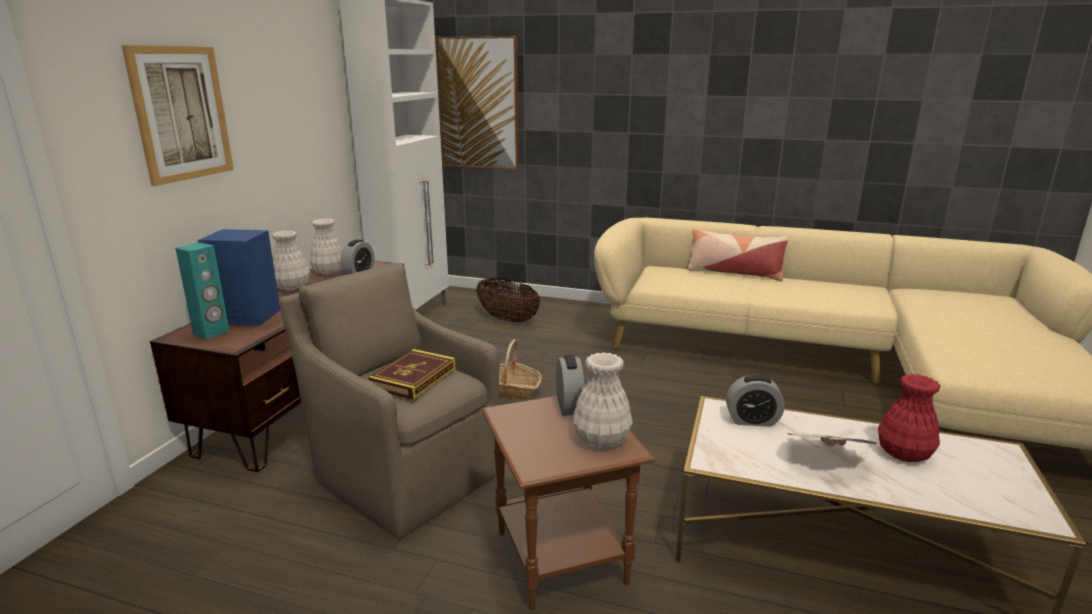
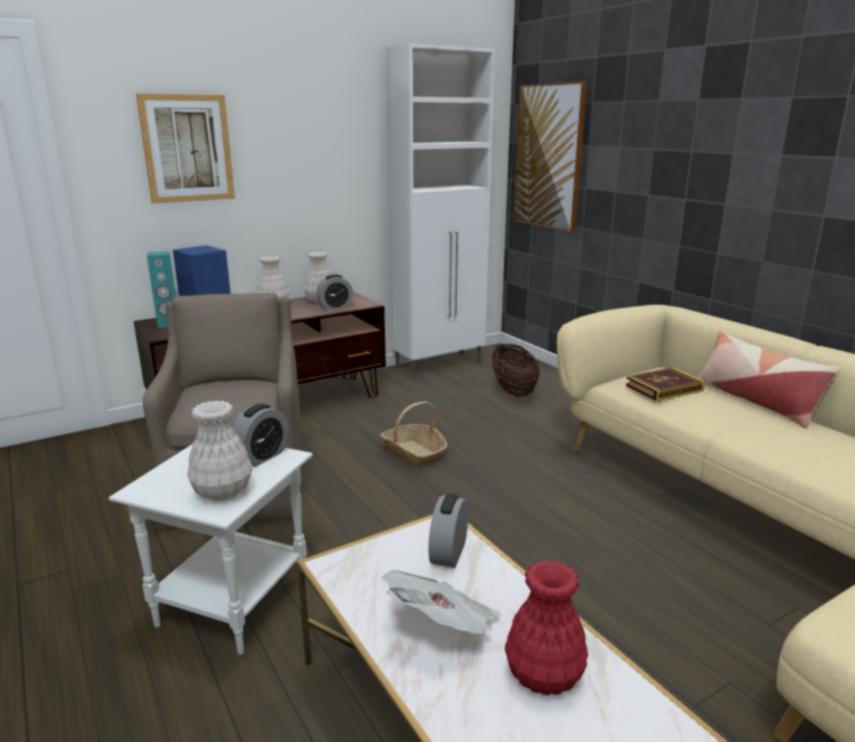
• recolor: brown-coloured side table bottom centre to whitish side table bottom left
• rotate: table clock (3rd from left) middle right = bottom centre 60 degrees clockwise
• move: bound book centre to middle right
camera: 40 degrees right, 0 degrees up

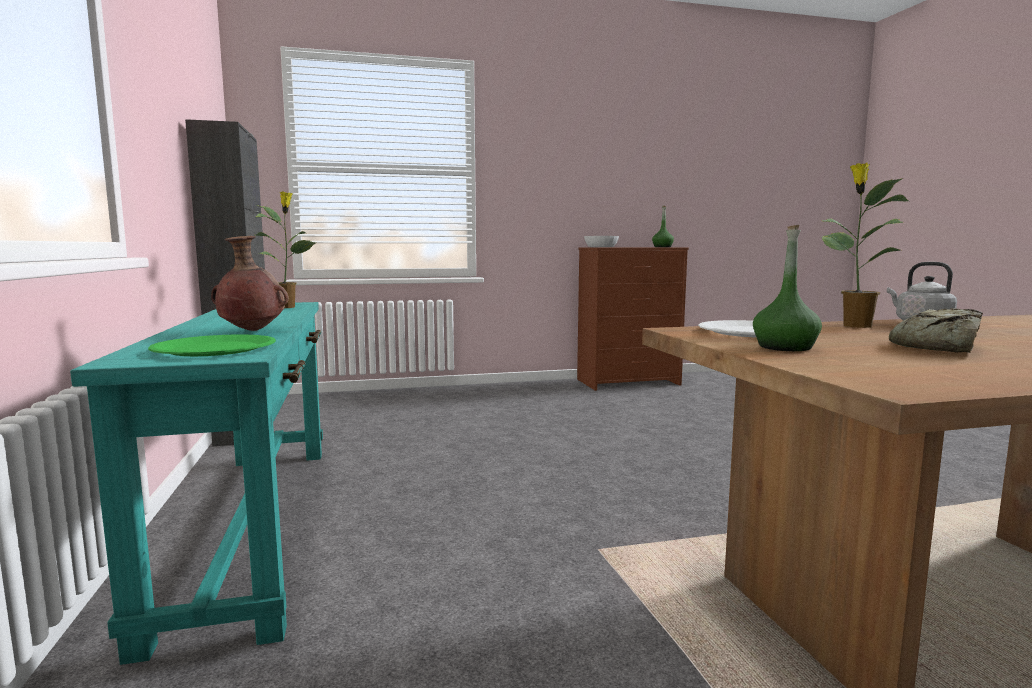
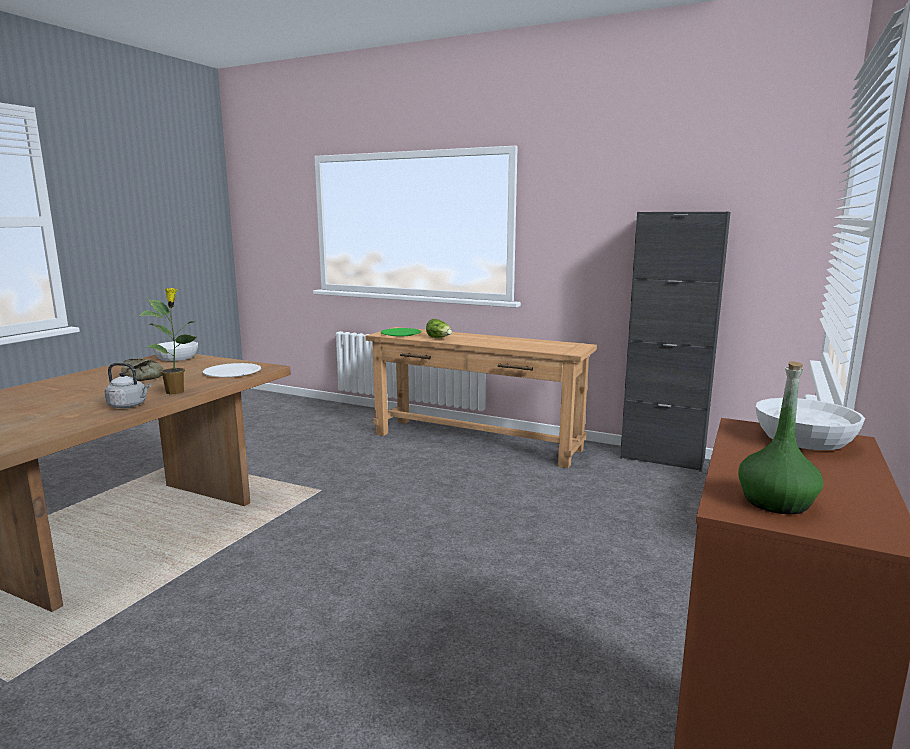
• insert: whitish deep dish (1st from left) middle left
• recolor: blue-green console table bottom left to brown-coloured console table centre
• replace: brown-coloured decorative vase middle left to head of lettuce centre
• delete: potted plant (1st from left) middle left
• delete: green beverage bottle (2nd from left) middle right
camera: 130 degrees right, 5 degrees up

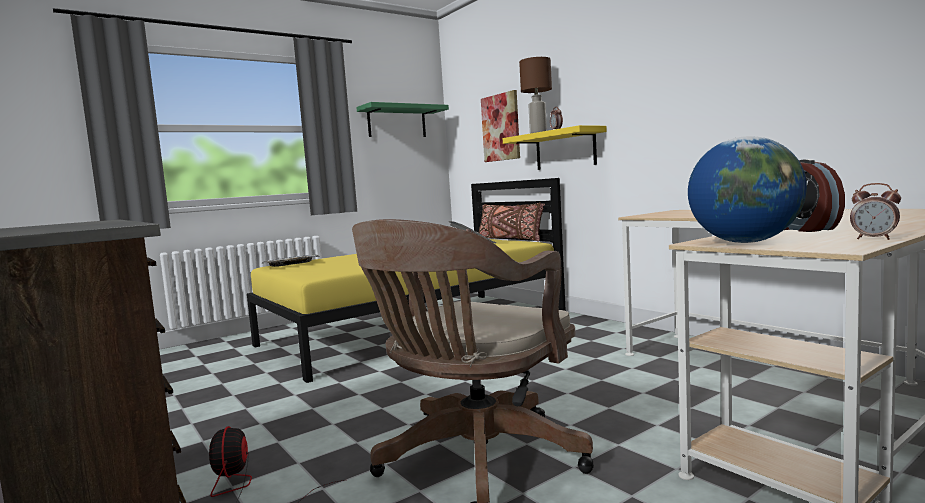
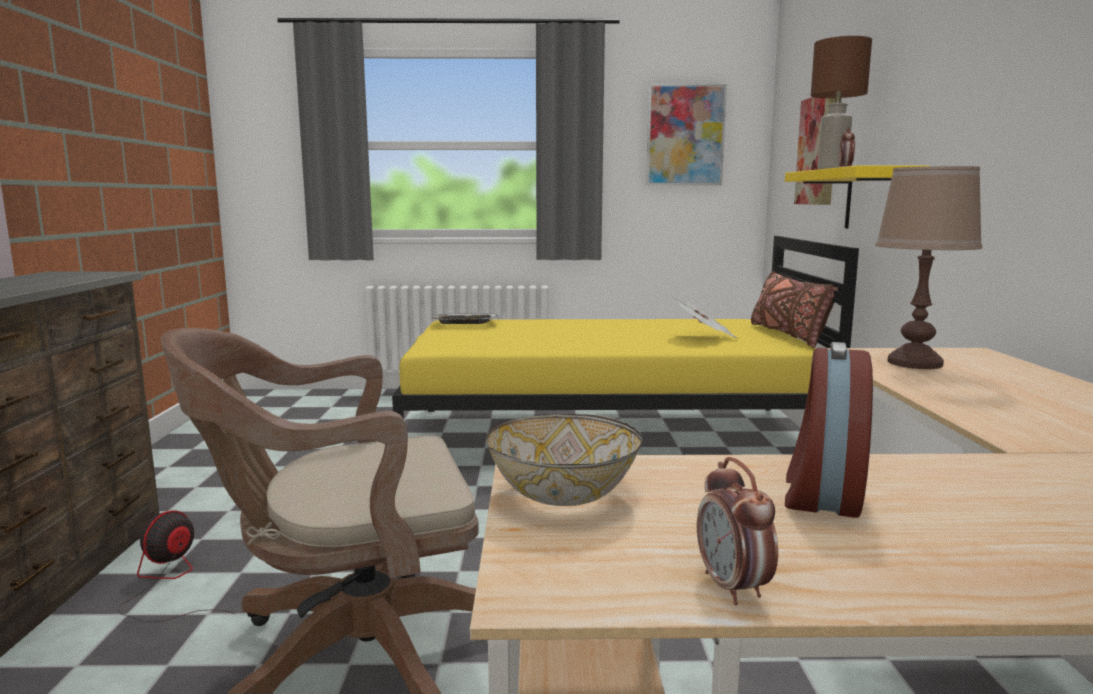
• replace: world globe middle right to deep dish centre
• replace: green bracket shelf top centre to picture (1st from left) top centre
• insert: brown-coloured lamp for a table (2nd from left) middle right
camera: 35 degrees right, 5 degrees up

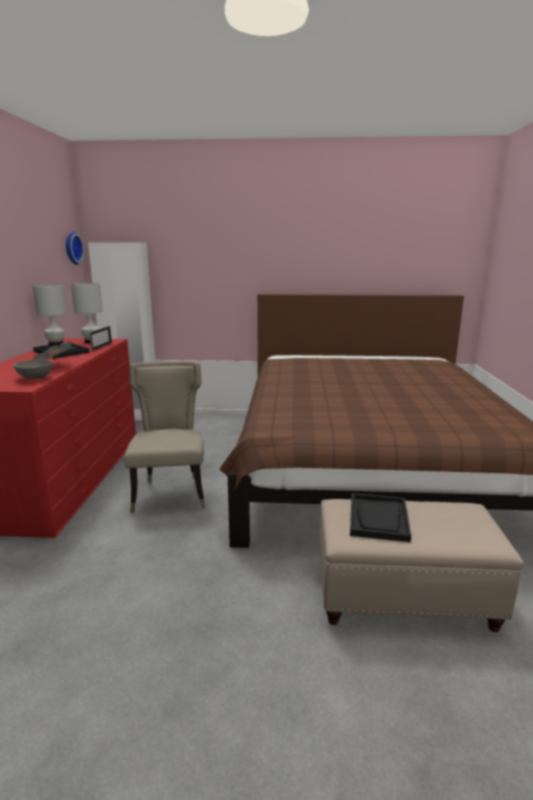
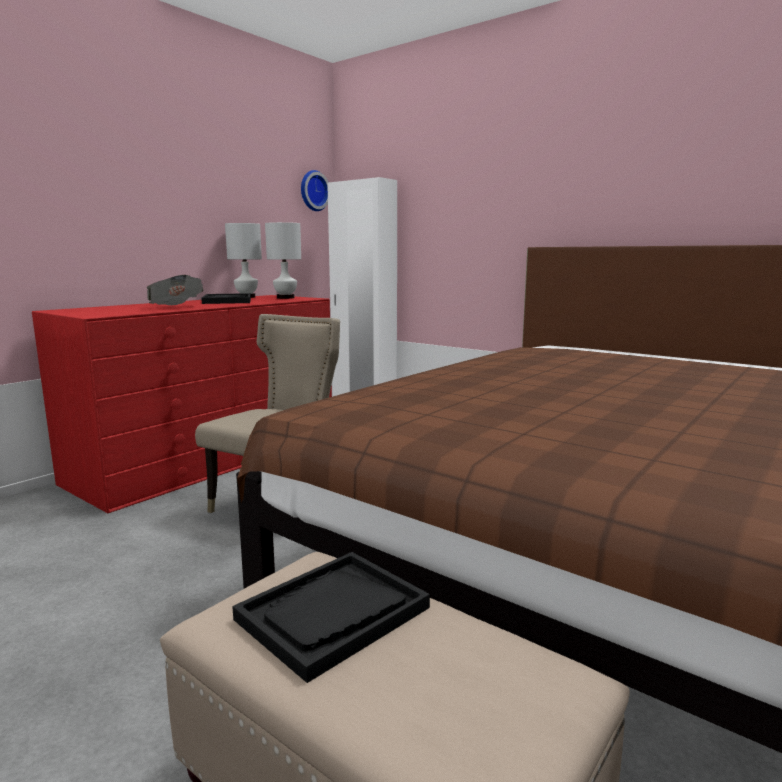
• delete: greyish deep dish middle left
• delete: photo frame middle left
camera: 35 degrees right, 5 degrees down

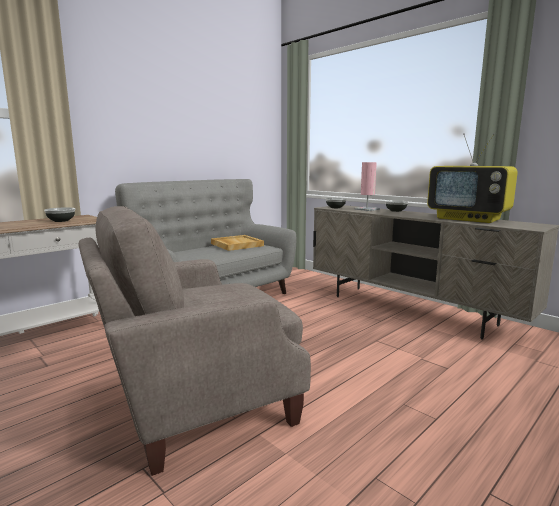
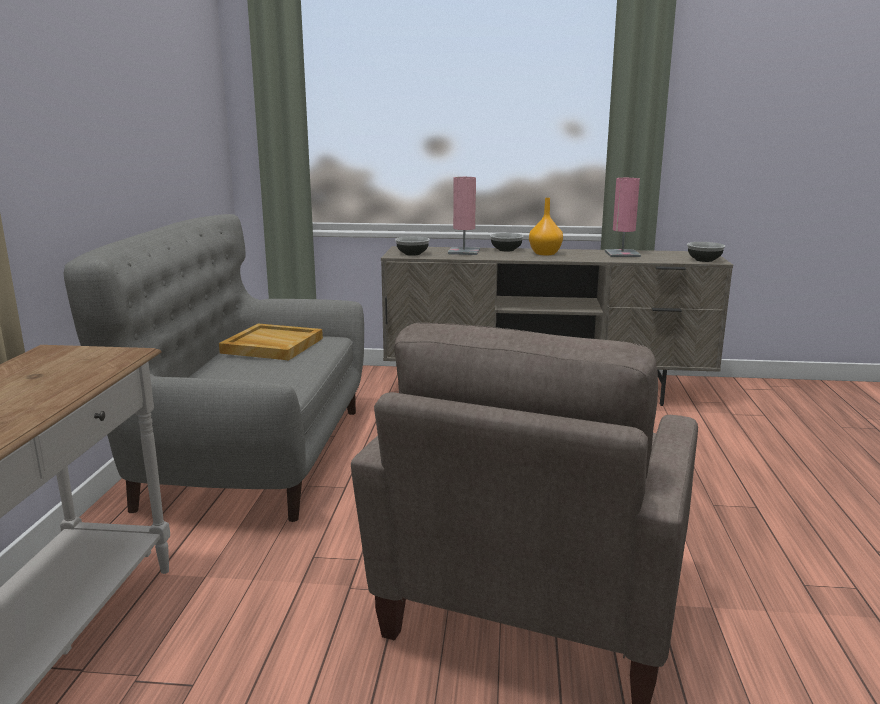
• insert: orange-coloured decorative vase top centre
• replace: television middle right to pinkish lamp for a table (2nd from left) top right
• move: deep dish (1st from left in the first image) middle left to deep dish (3rd from left) middle right
camera: 40 degrees left, 5 degrees up

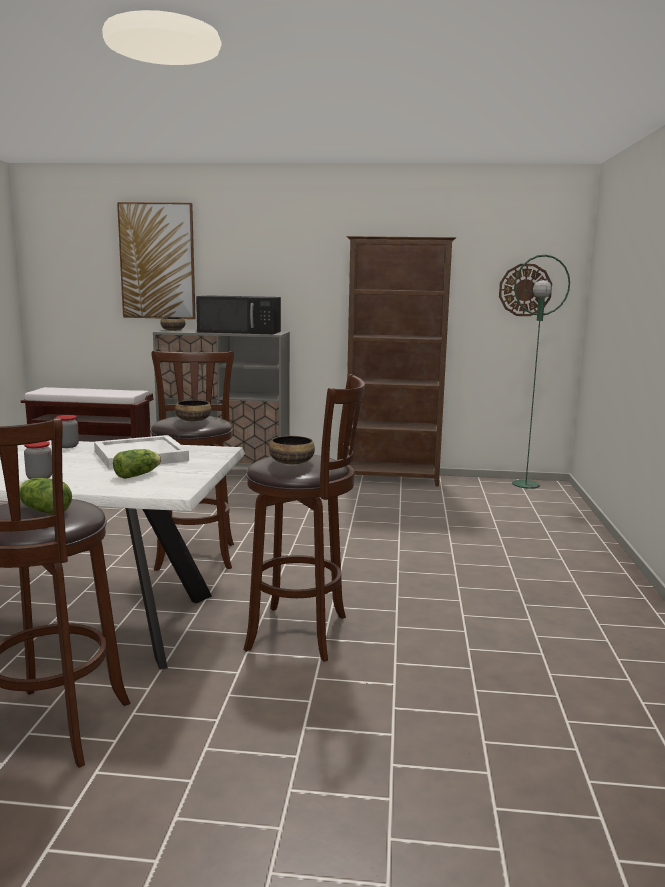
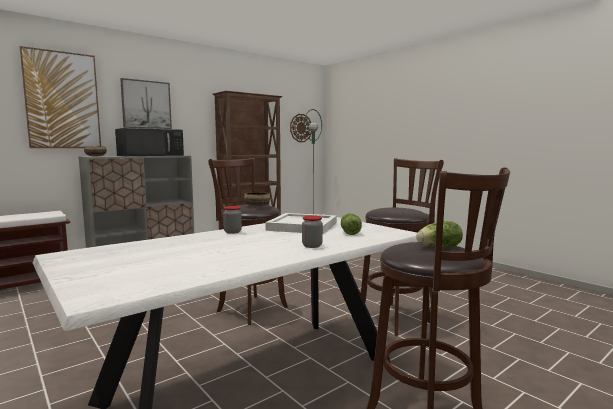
• insert: picture (2nd from left) top left
• delete: deep dish (3rd from left) centre
camera: 45 degrees left, 5 degrees down

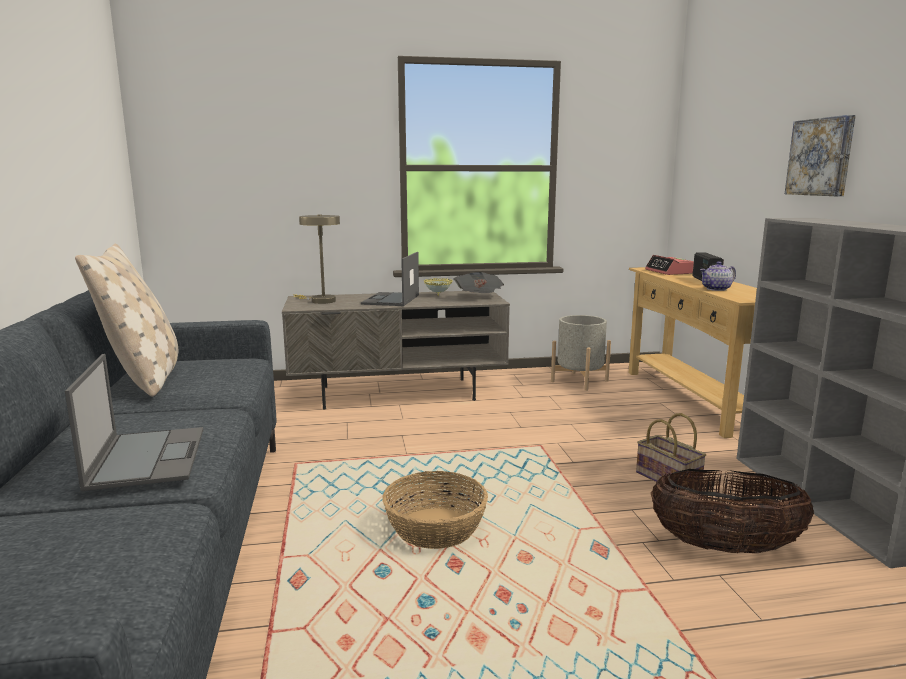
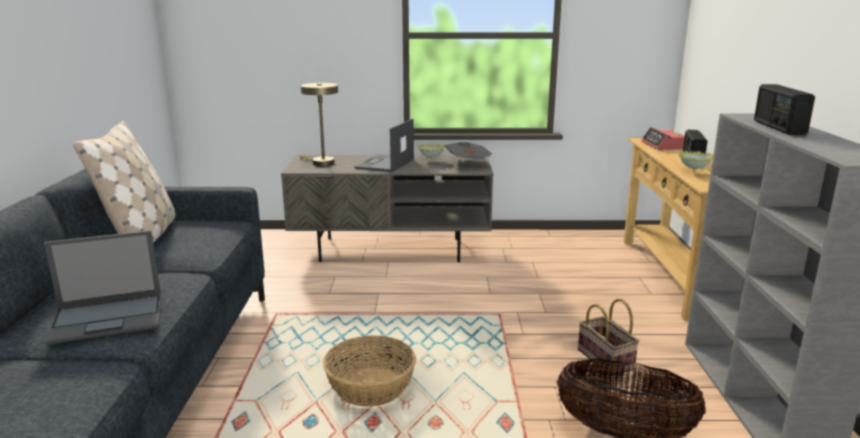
• rotate: portable computer (1st from left) middle left = middle left 75 degrees clockwise
• replace: teapot middle right to deep dish (2nd from left) middle right
• insert: radio set (2nd from left) top right
• delete: greyish plant pot centre
• delete: picture top right
camera: 10 degrees right, 5 degrees up

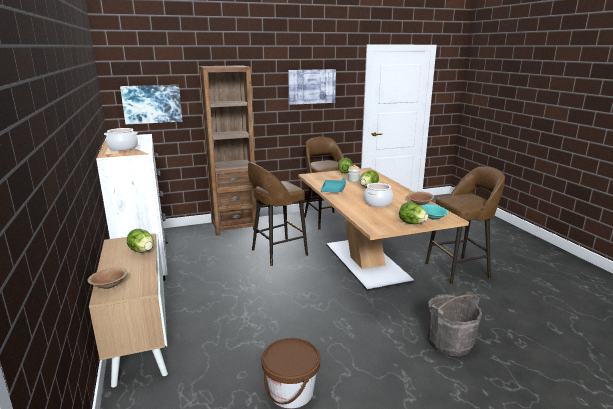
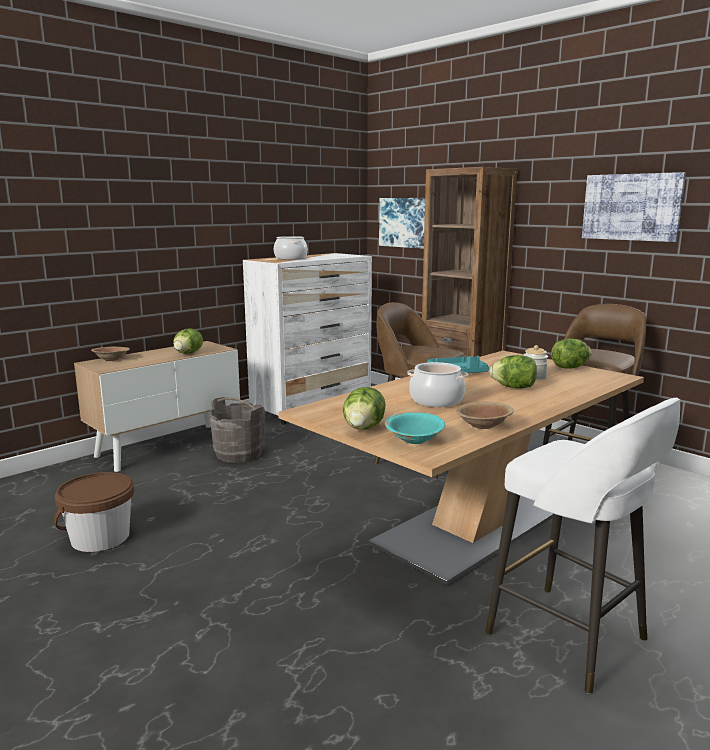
• move: greyish water bucket bottom right to centre
• recolor: brown-coloured stool (3rd from left) middle right to whitish stool bottom right
camera: 65 degrees right, 5 degrees down

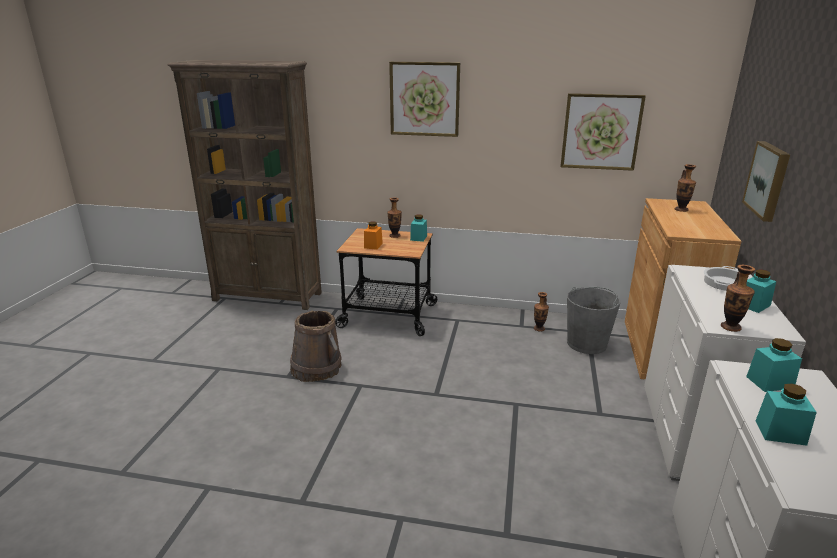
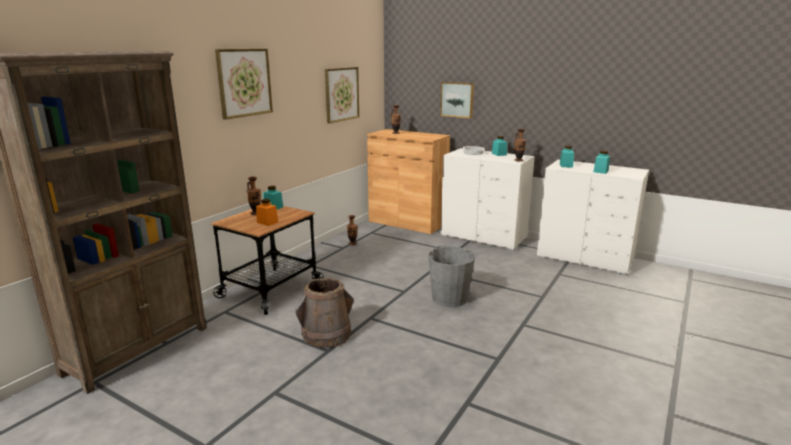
• move: greyish water bucket middle right to centre
camera: 70 degrees left, 5 degrees down

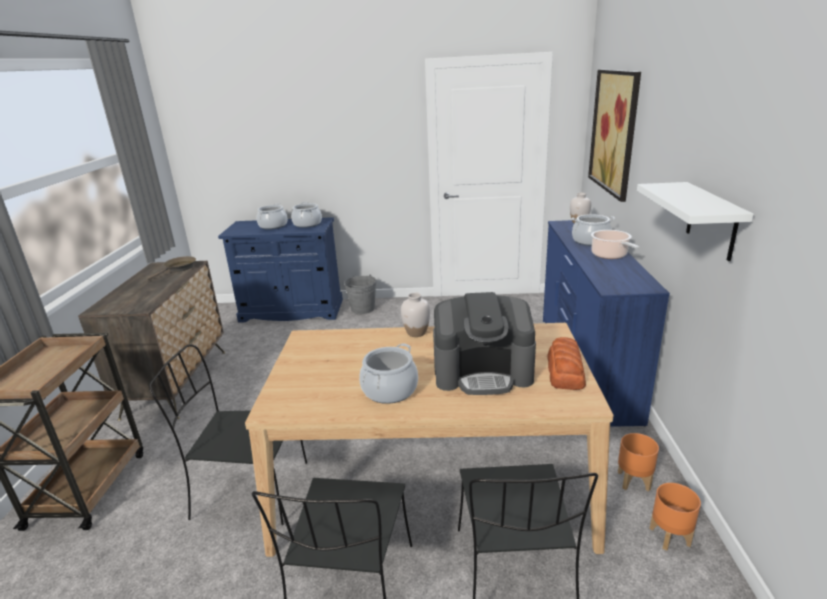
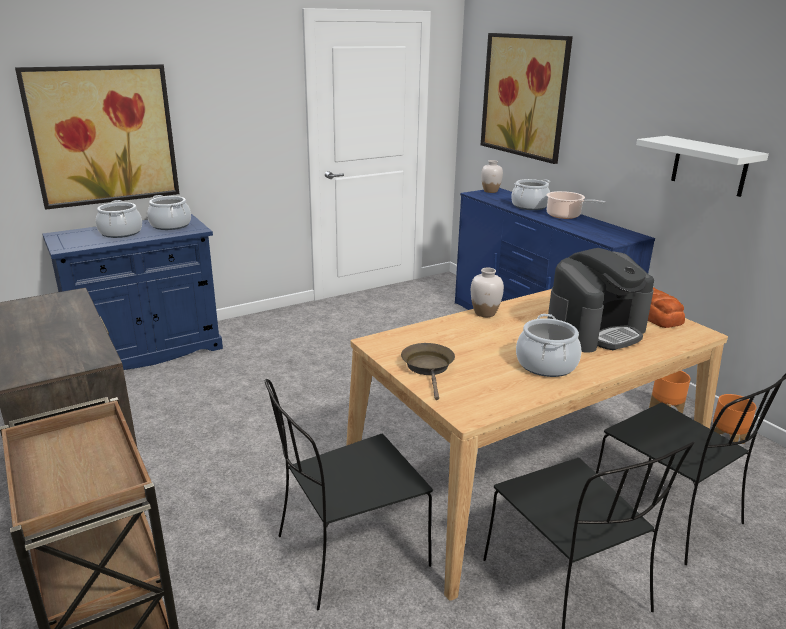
• insert: picture (1st from left) top left
• move: brown-coloured pan middle left to centre
• delete: greyish water bucket centre
camera: 35 degrees left, 0 degrees up

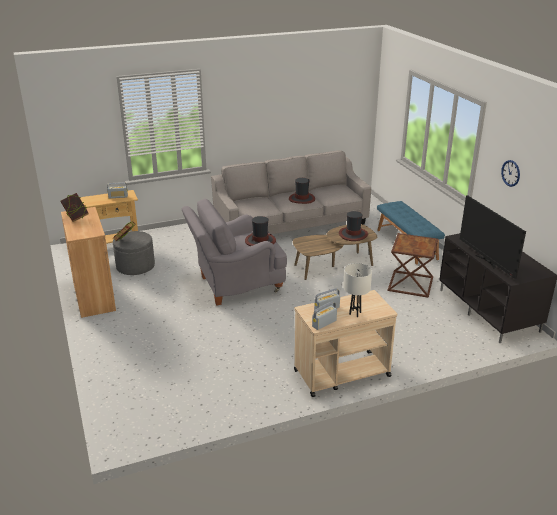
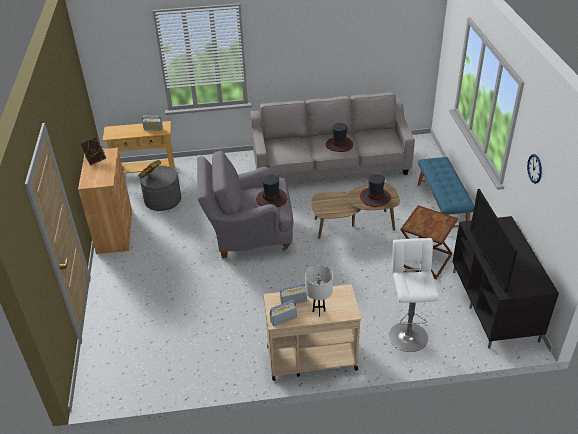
• insert: whitish stool bottom right
camera: 15 degrees right, 10 degrees up

